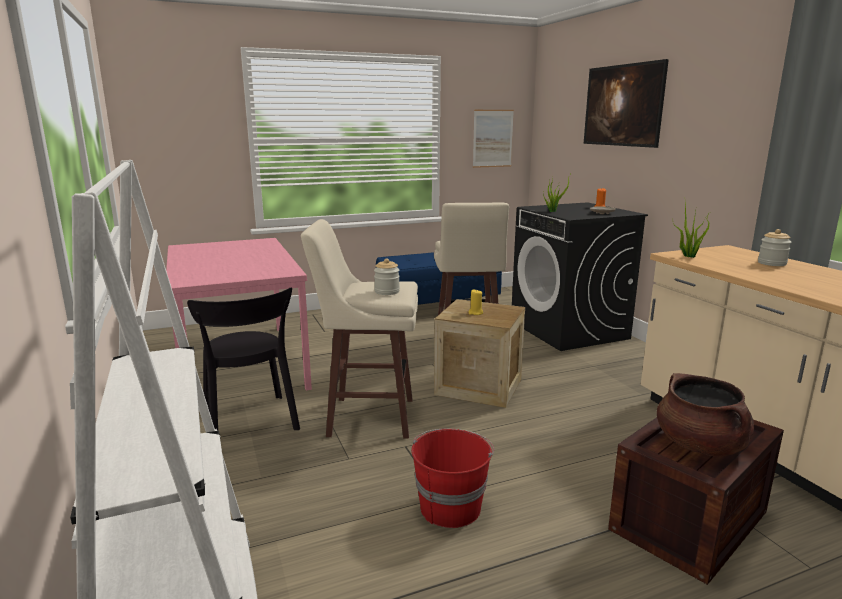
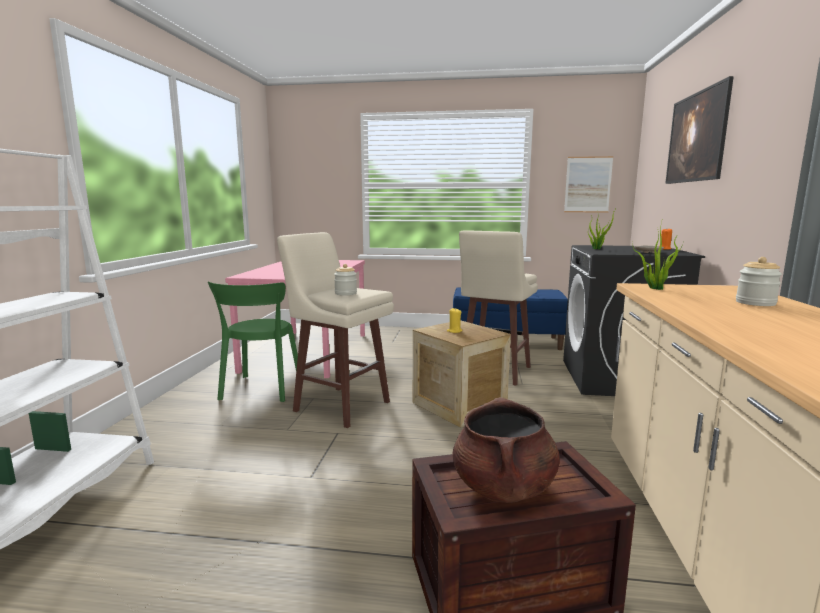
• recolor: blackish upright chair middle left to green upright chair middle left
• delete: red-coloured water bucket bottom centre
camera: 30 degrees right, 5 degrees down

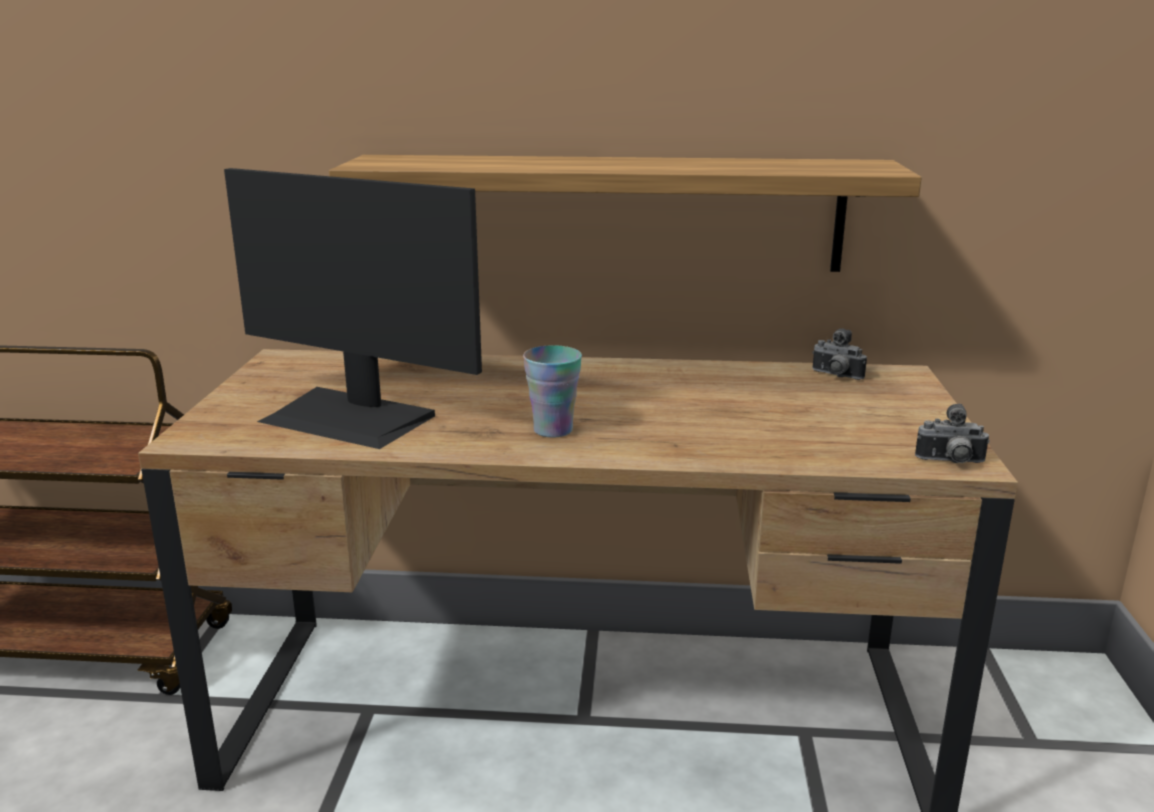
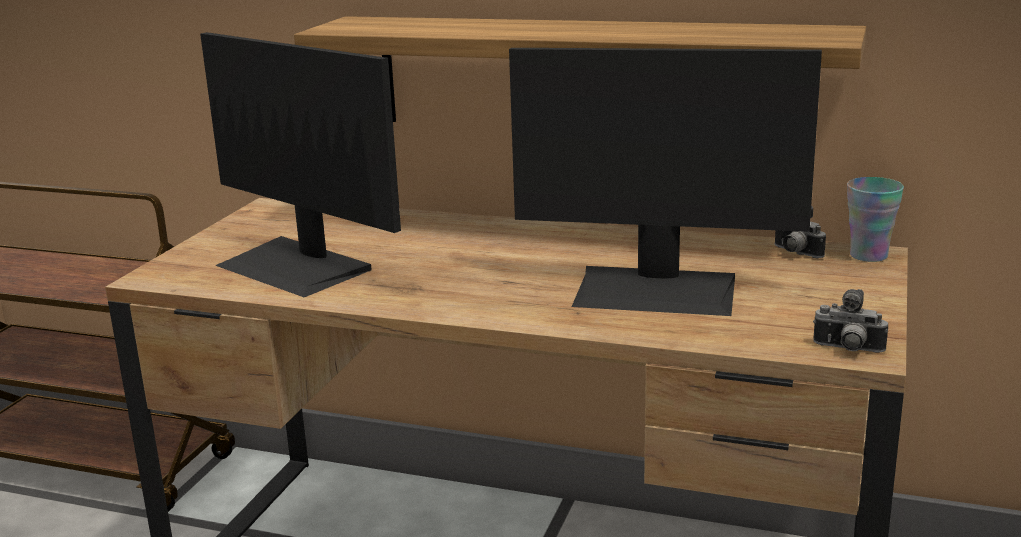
• insert: computer screen (2nd from left) centre
• move: small cup centre to middle right
camera: 15 degrees right, 0 degrees up

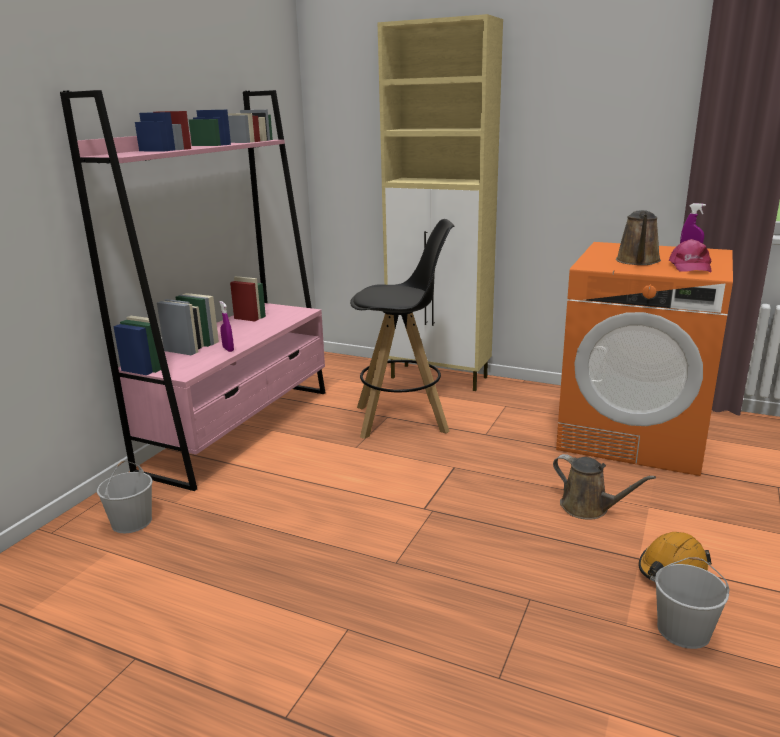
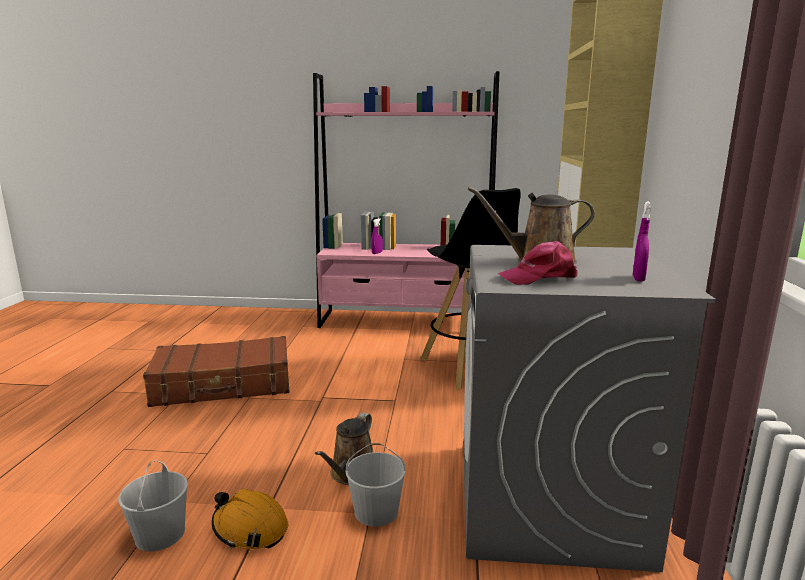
• insert: brown-coloured travel case middle left
• move: whitish water bucket (1st from left in the first image) bottom left to whitish water bucket (2nd from left) bottom centre
• recolor: orange-coloured laundry machine middle right to greyish laundry machine bottom right
camera: 70 degrees right, 5 degrees down

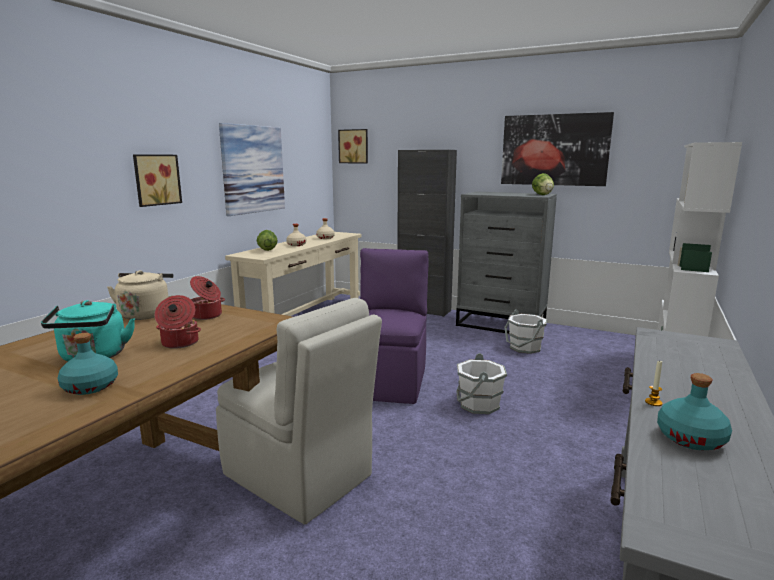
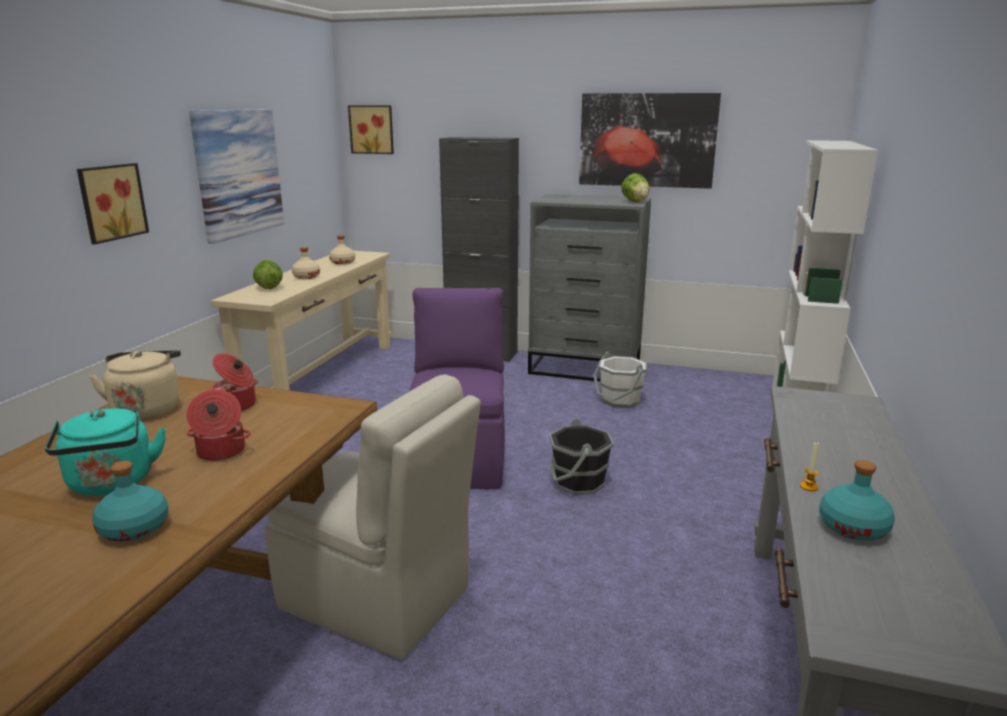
• recolor: whitish water bucket (1st from left) centre to blackish water bucket centre
camera: 10 degrees left, 5 degrees up

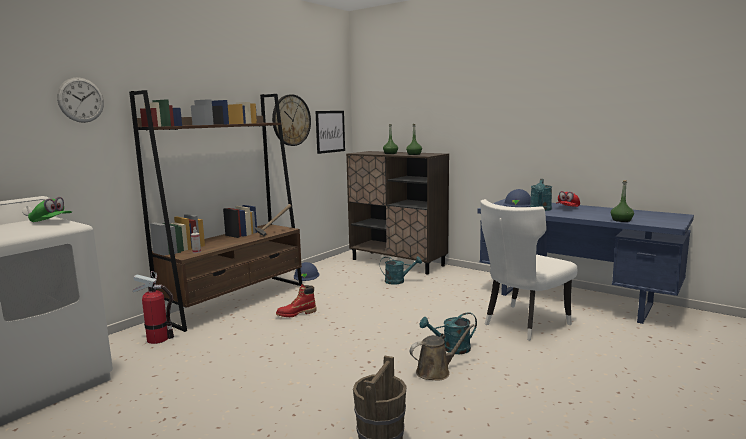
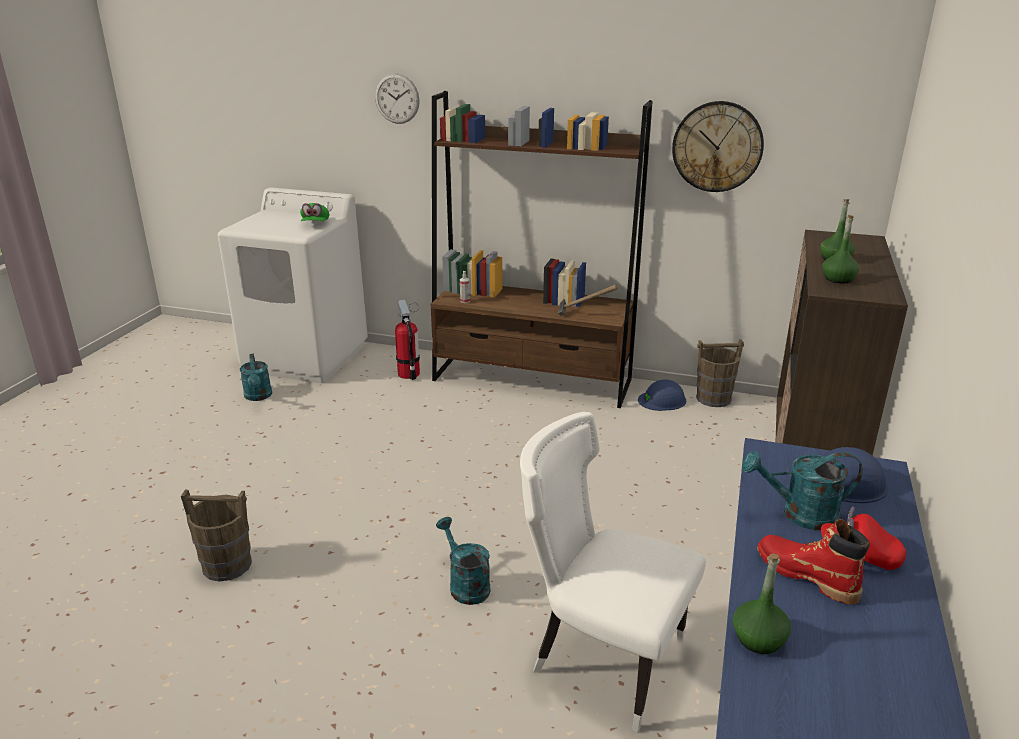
• move: blue-green watering pot (1st from left) centre to middle left
• insert: brown-coloured water bucket (2nd from left) middle right
• move: red-coloured tall boot bottom centre to bottom right
• delete: picture top centre
• delete: brown-coloured watering pot bottom centre
camera: 70 degrees right, 15 degrees up

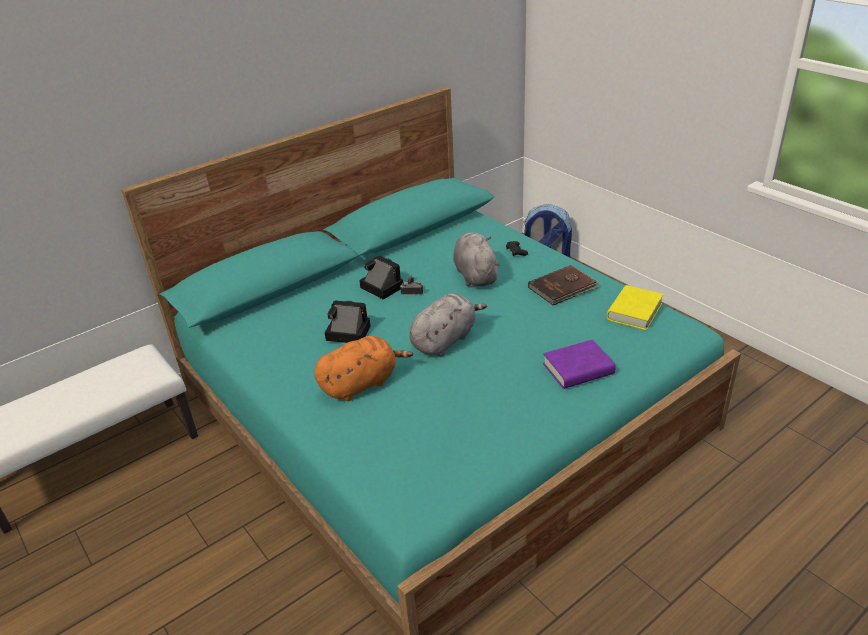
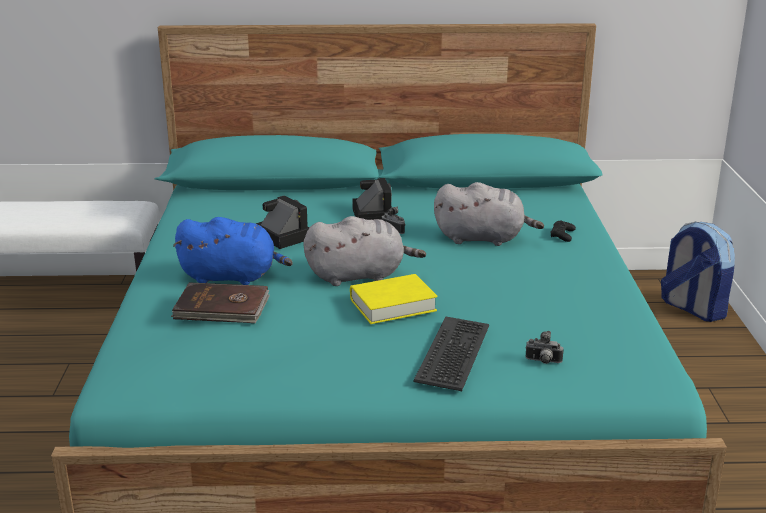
• move: brown-coloured bound book centre to middle left
• recolor: orange-coloured plush toy centre to bluish plush toy middle left
• move: yellow bound book middle right to centre
• replace: purple-coloured bound book middle right to computer keyboard bottom centre
• rotate: greyish plush toy (2nd from left) centre = centre 75 degrees clockwise
• insert: still camera (4th from left) bottom right
camera: 35 degrees right, 10 degrees down

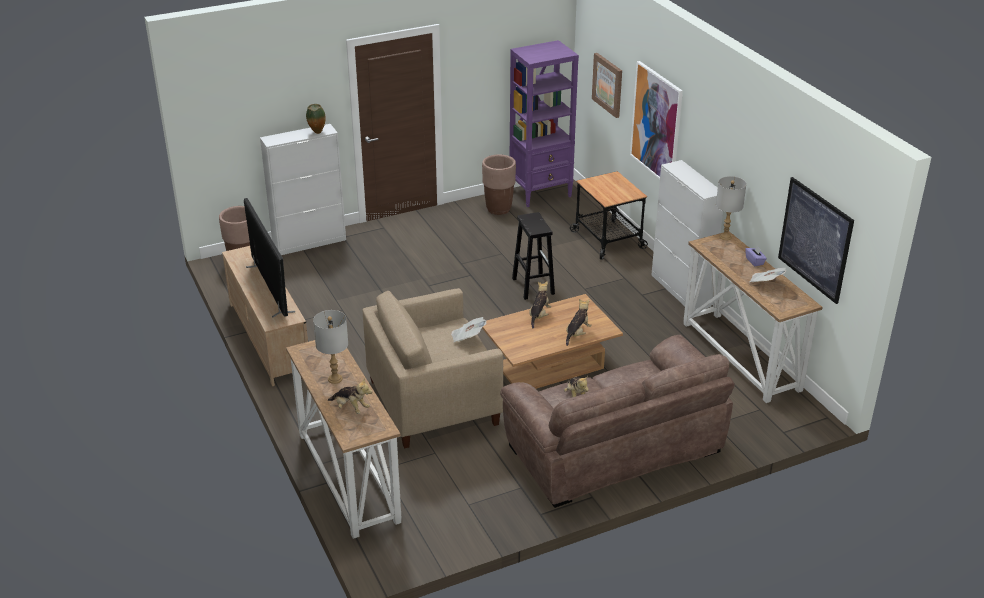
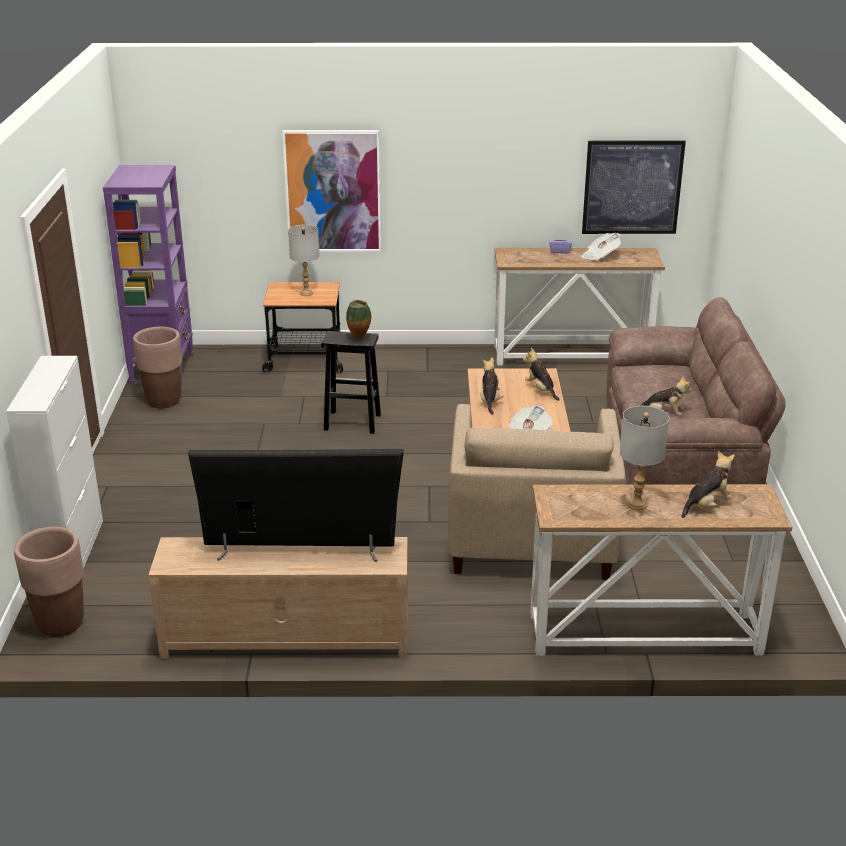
• move: greyish lamp for a table (2nd from left in the first image) middle right to greyish lamp for a table (1st from left) top centre
• move: decorative vase top left to centre
• rotate: plush toy (2nd from left in the first image) centre = centre 45 degrees clockwise
• delete: picture (1st from left) top centre
• delete: whitish cupboard (2nd from left) middle right
camera: 65 degrees left, 5 degrees down

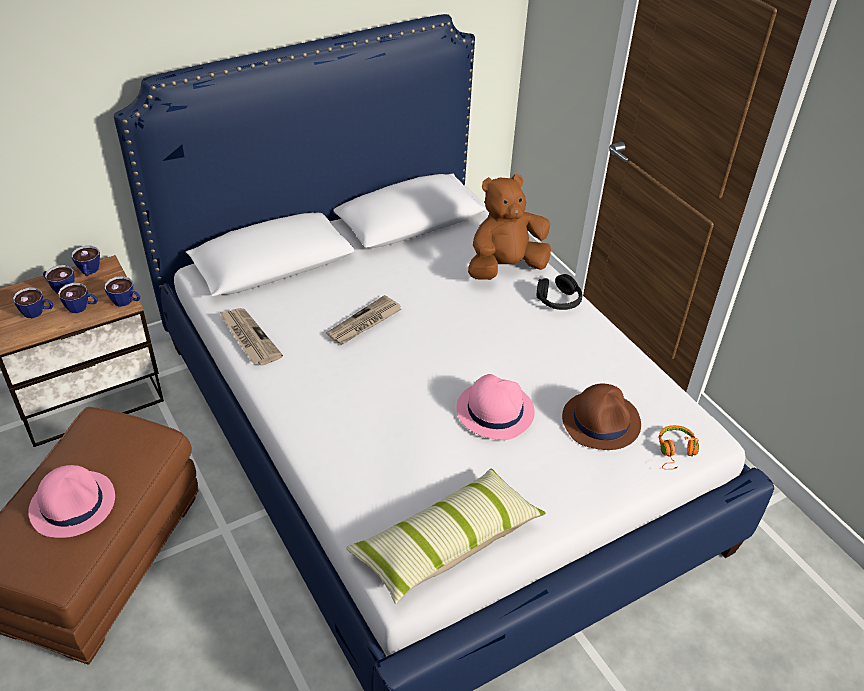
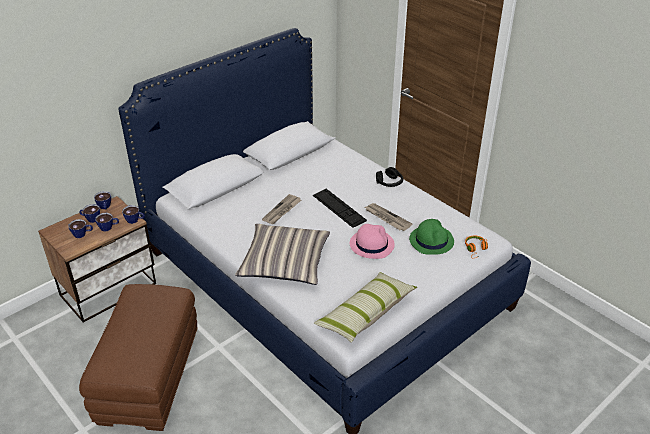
• insert: throw pillow (1st from left) centre
• insert: computer keyboard centre
• move: daily paper (1st from left in the first image) middle left to daily paper (2nd from left) centre
• recolor: brown-coloured clothing hat middle right to green clothing hat centre
• delete: pinkish clothing hat (1st from left) bottom left
• delete: brown-coloured plush toy top centre
camera: 10 degrees left, 5 degrees down

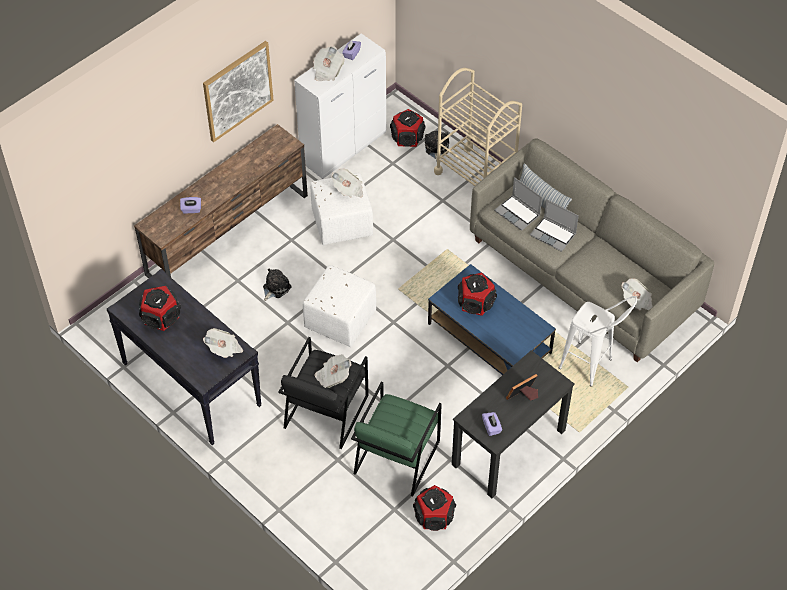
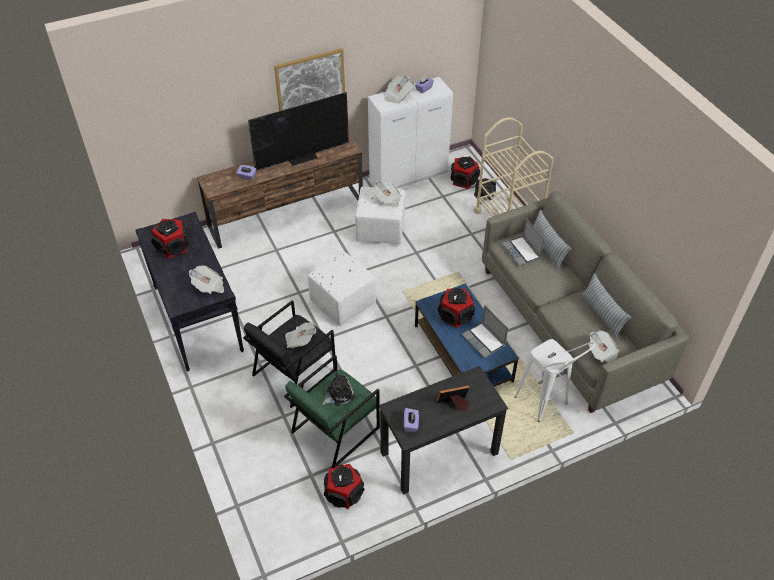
• insert: television top centre
• move: plush toy (1st from left) centre to bottom centre
• move: portable computer (2nd from left in the first image) middle right to portable computer (1st from left) centre
• insert: throw pillow (2nd from left) middle right
camera: 20 degrees right, 5 degrees down

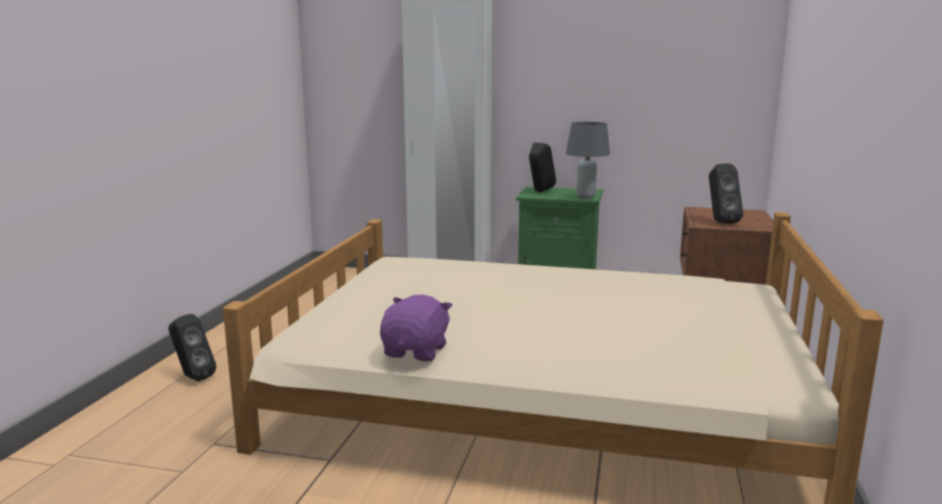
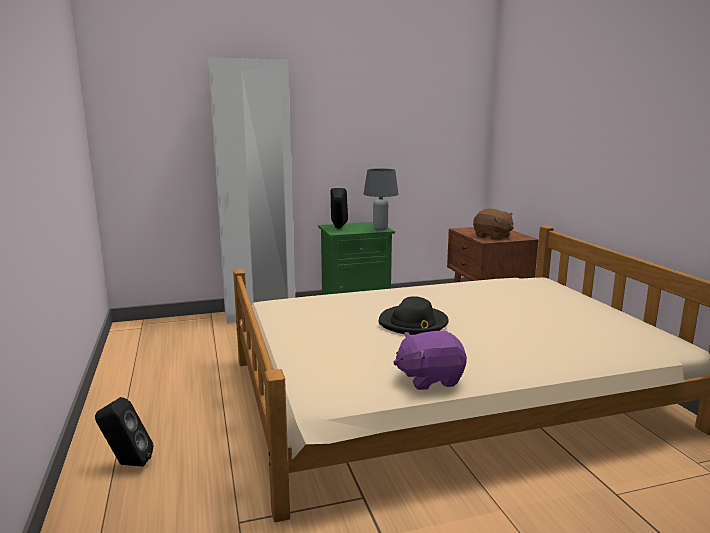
• insert: blackish clothing hat centre
• rotate: purple-coloured plush toy centre = bottom centre 90 degrees counterclockwise
• replace: blackish loudspeaker (3rd from left) middle right to brown-coloured plush toy middle right
camera: 30 degrees left, 0 degrees up

